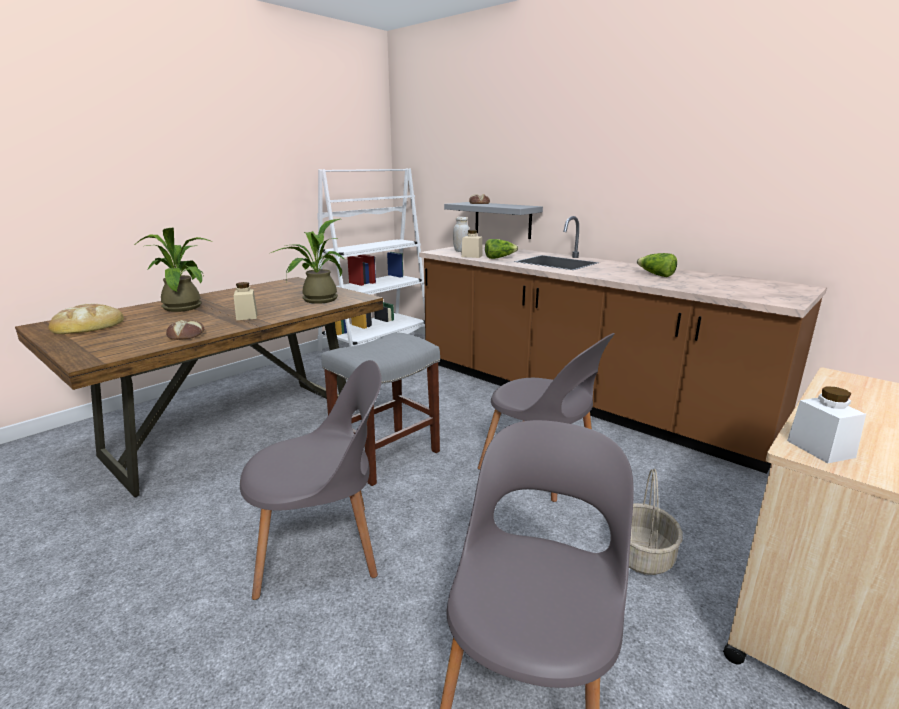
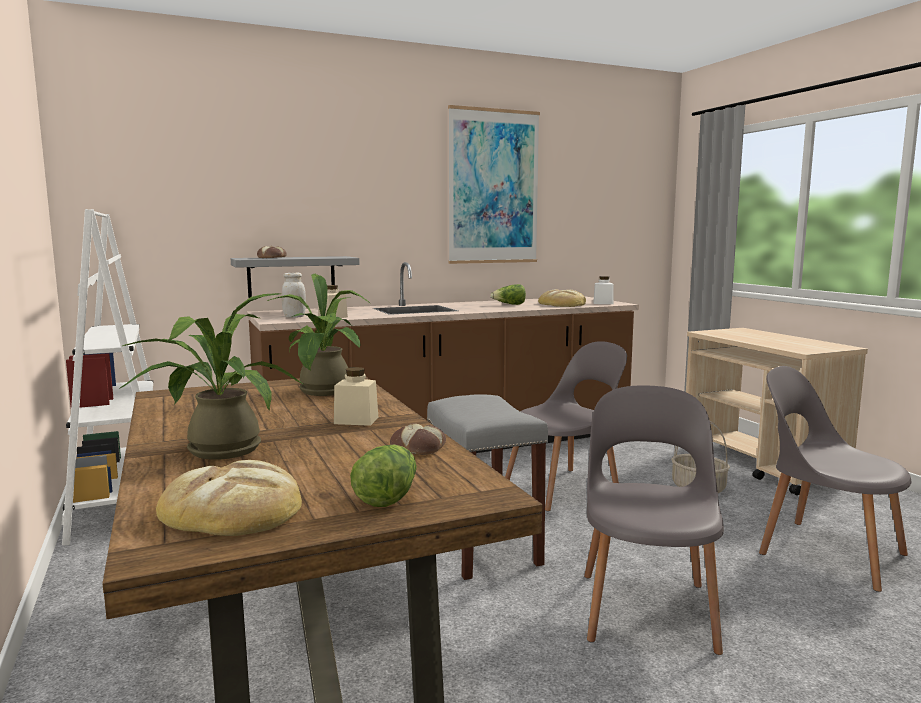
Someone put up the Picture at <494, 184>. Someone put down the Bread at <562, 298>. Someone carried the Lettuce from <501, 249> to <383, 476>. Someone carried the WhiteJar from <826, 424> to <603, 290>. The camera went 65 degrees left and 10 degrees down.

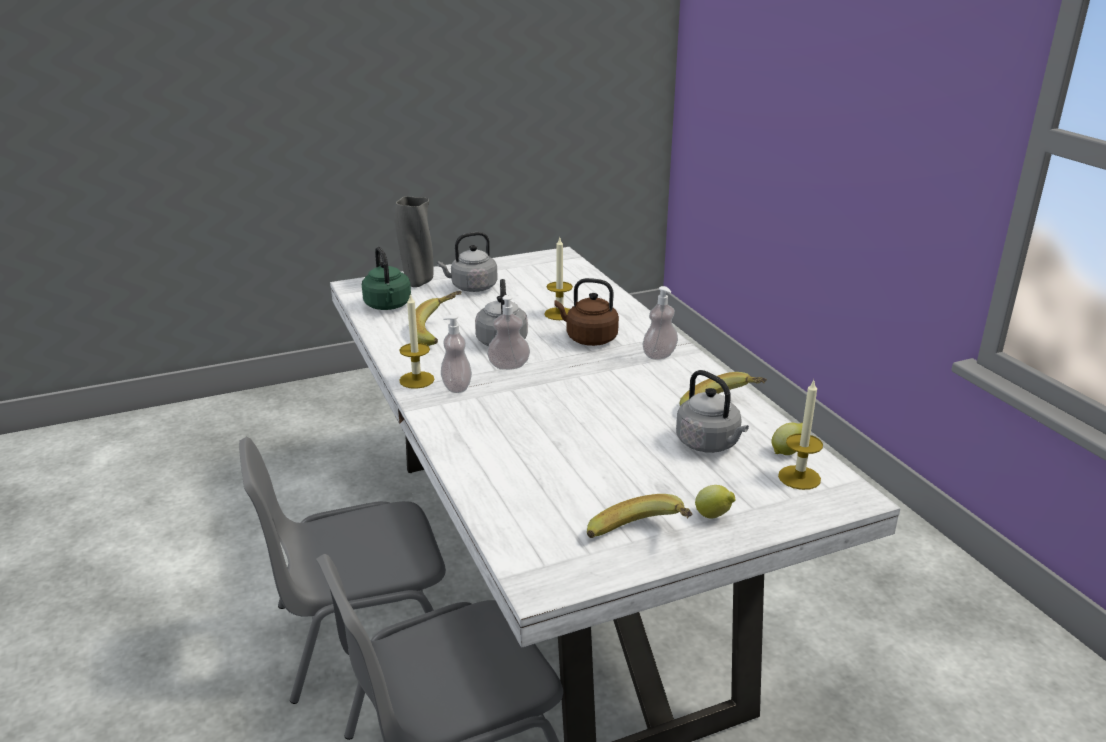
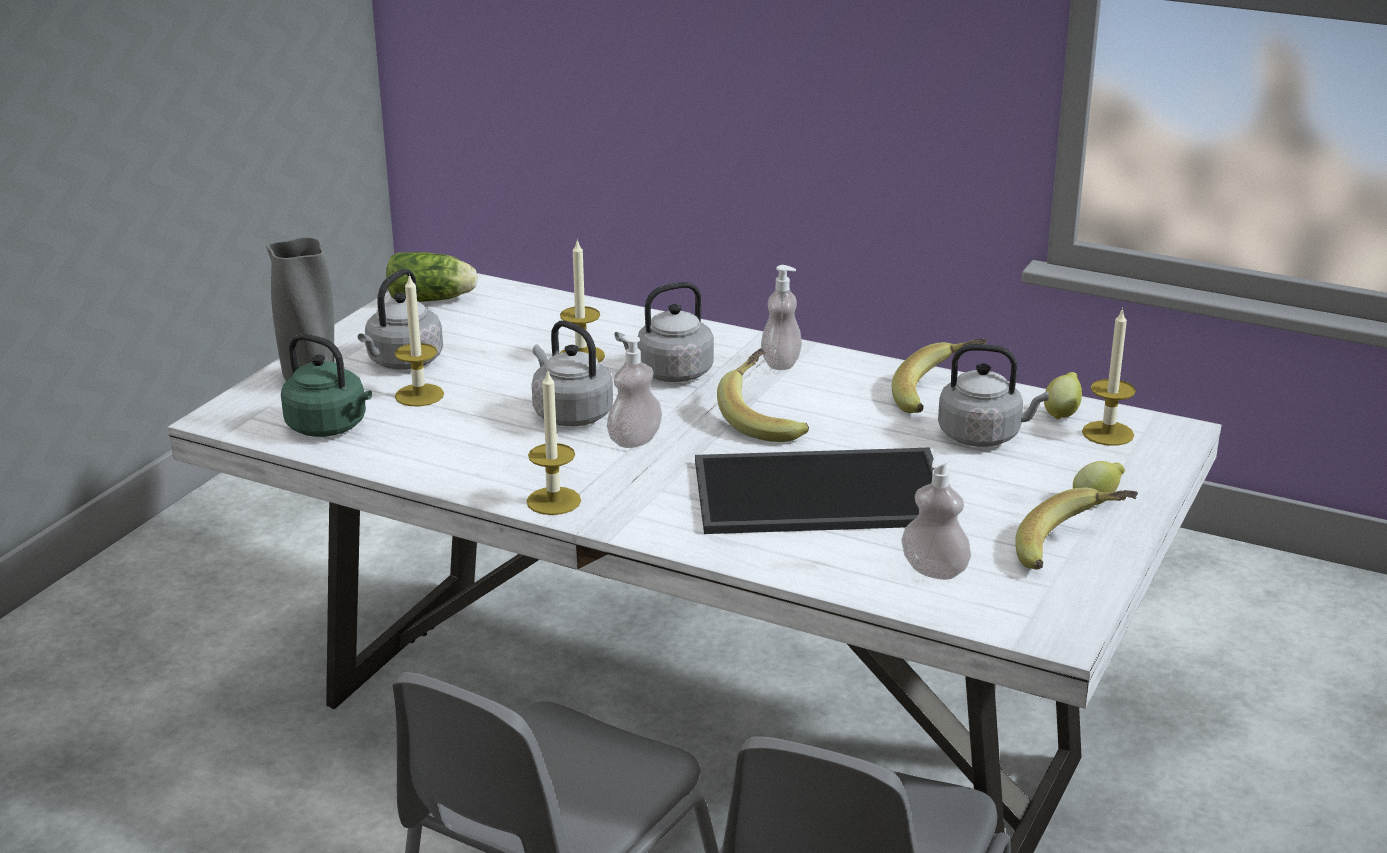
Someone put down the Lettuce at <432, 277>. Someone put down the Candle at <419, 340>. Someone put down the Tray at <815, 491>. Someone carried the Banana from <438, 318> to <763, 395>. Someone carried the SoapDispenser from <456, 353> to <936, 517>. Someone repainted the BrownKettle at <587, 312>, which became the GreyKettle at <664, 332>. The camera went 40 degrees left and 0 degrees up.

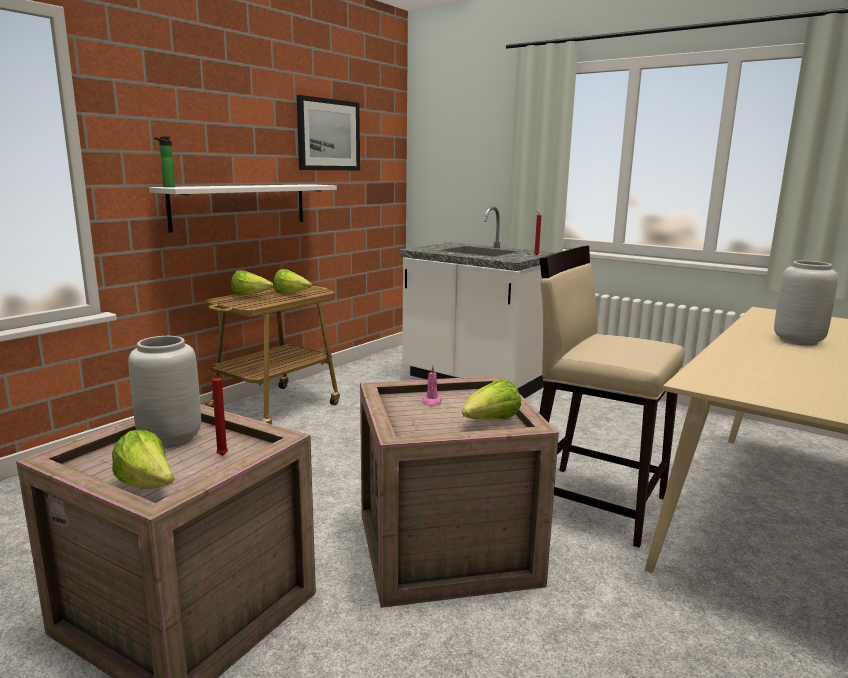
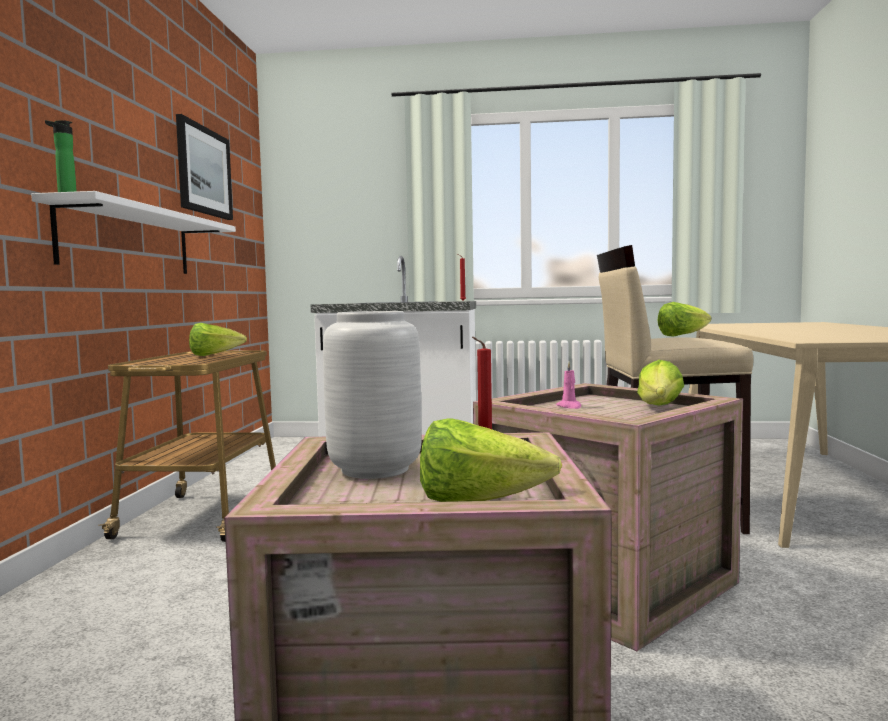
Someone took away the GreyVase at <806, 303>. Someone carried the Lettuce from <252, 283> to <684, 319>. The camera went 30 degrees left and 10 degrees down.

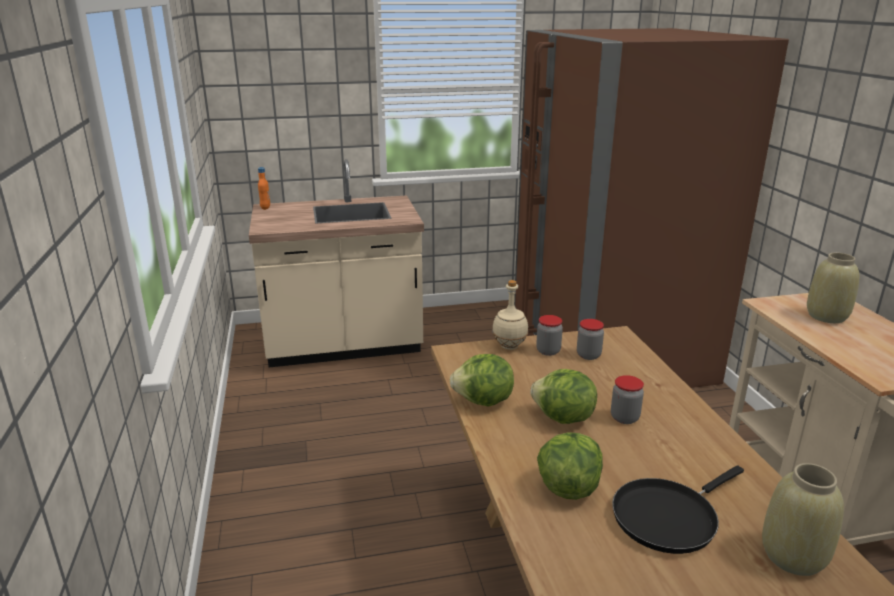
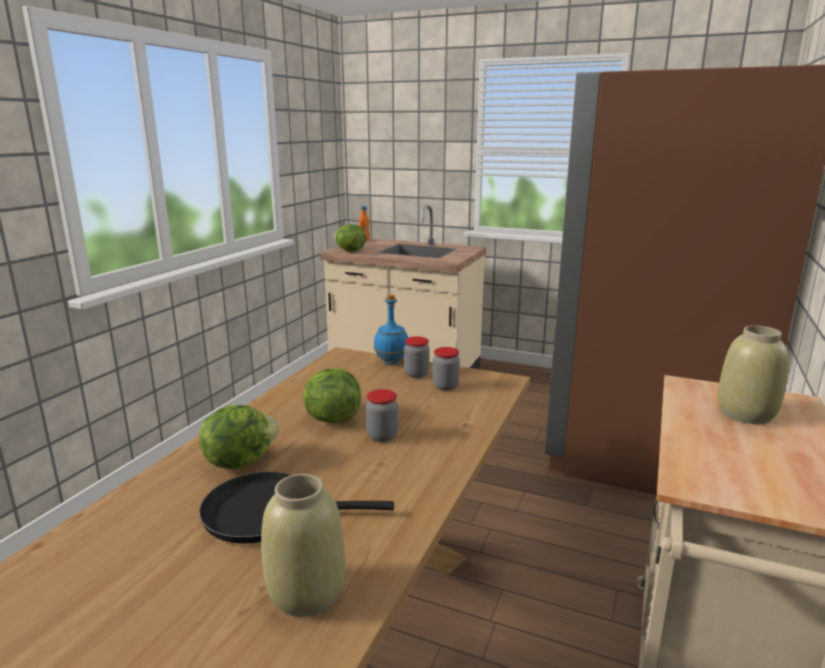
Someone carried the Lettuce from <481, 380> to <350, 237>. Someone repainted the BeigeBottle at <510, 315>, which became the BlueBottle at <391, 329>. The camera went 35 degrees right and 5 degrees down.

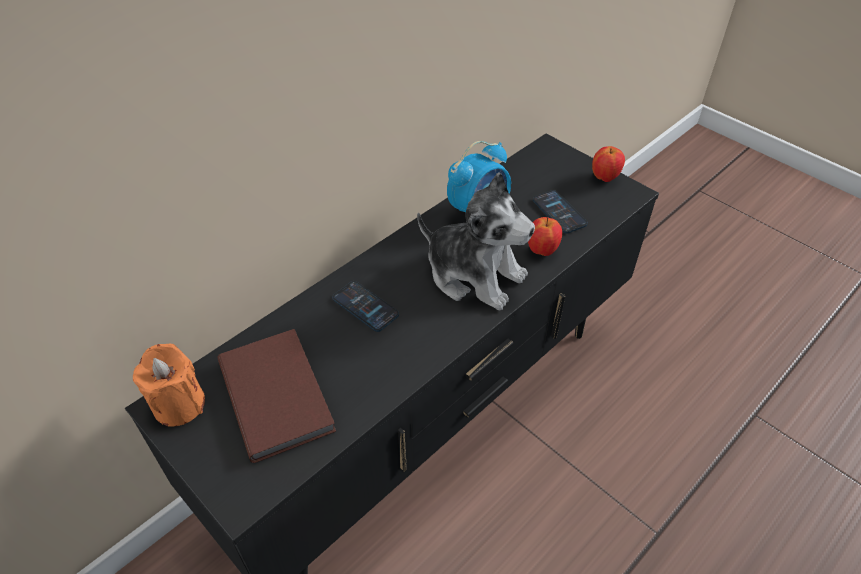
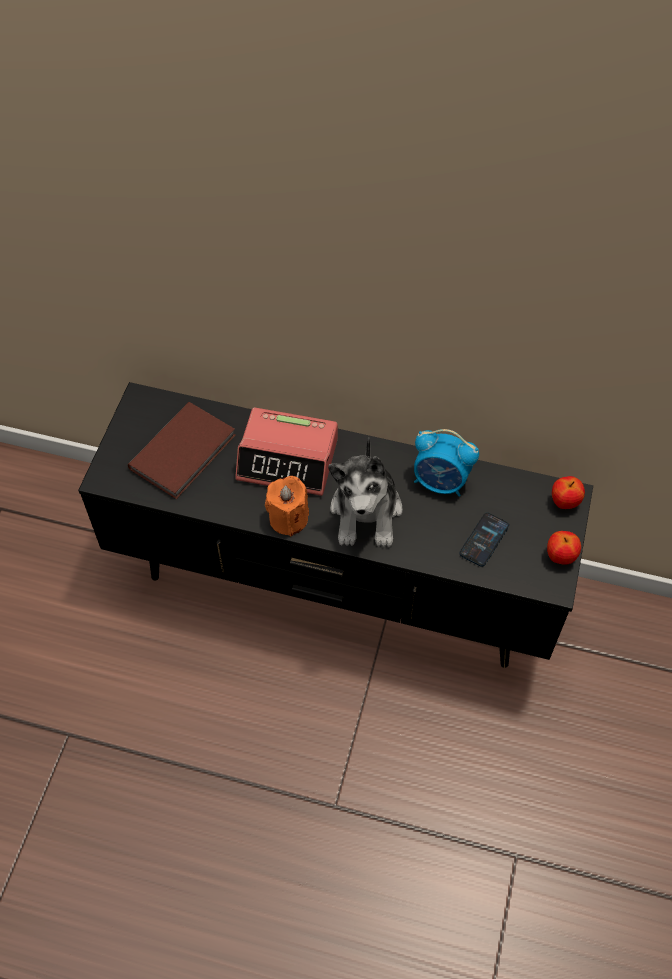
Someone carried the OrangeCandle from <169, 385> to <287, 506>. Someone carried the Apple from <545, 236> to <568, 492>. Someone swapped the Phone at <365, 306> for the AlarmClock at <286, 451>. The camera went 60 degrees right and 10 degrees up.

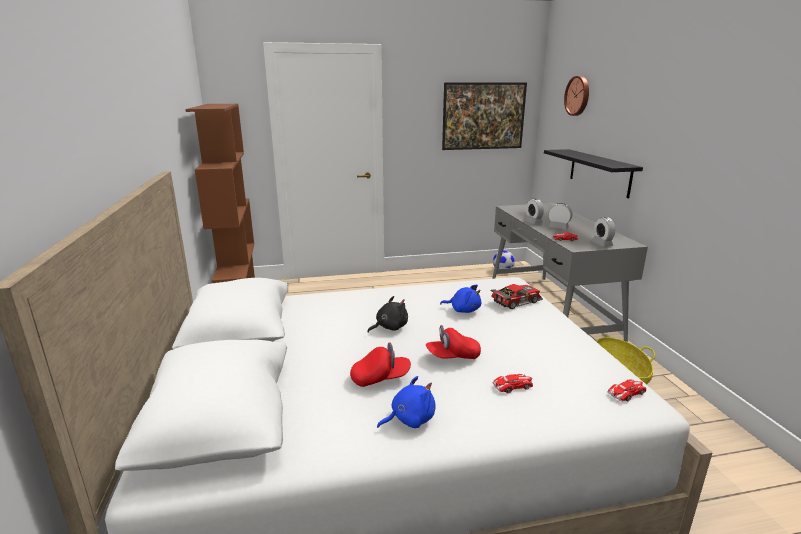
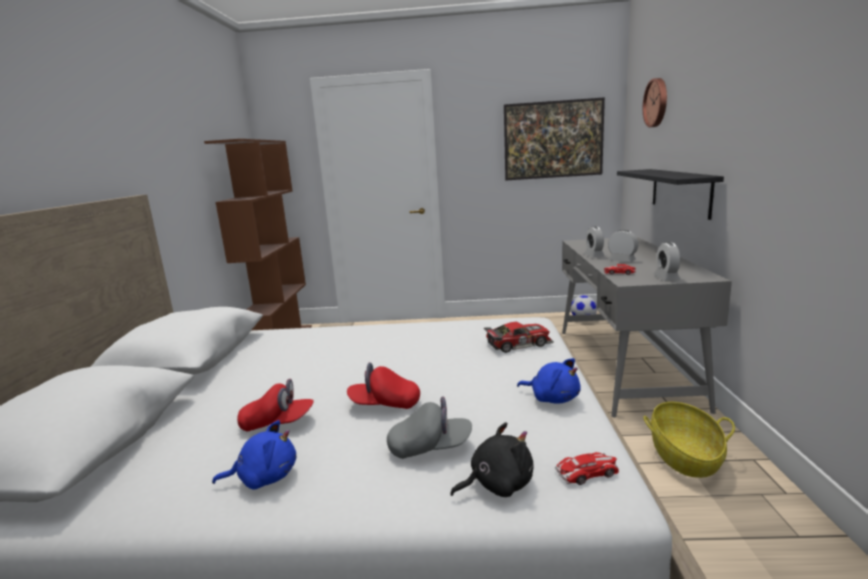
Someone carried the BlackPlushToy from <387, 314> to <492, 459>. Someone carried the BluePlushToy from <460, 298> to <549, 381>. Someone swapped the ToyCar at <512, 383> for the GreyCap at <429, 427>. The camera went 15 degrees right and 5 degrees down.

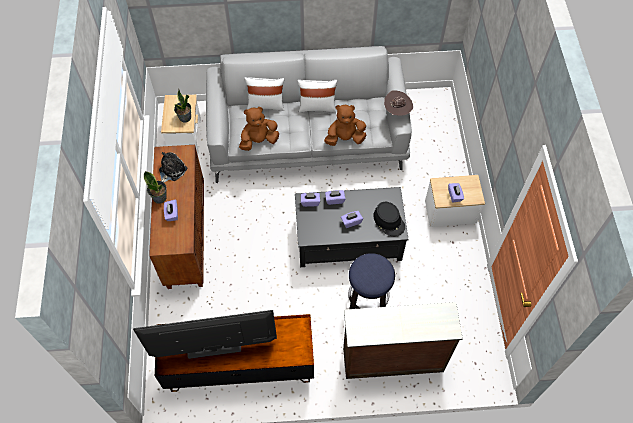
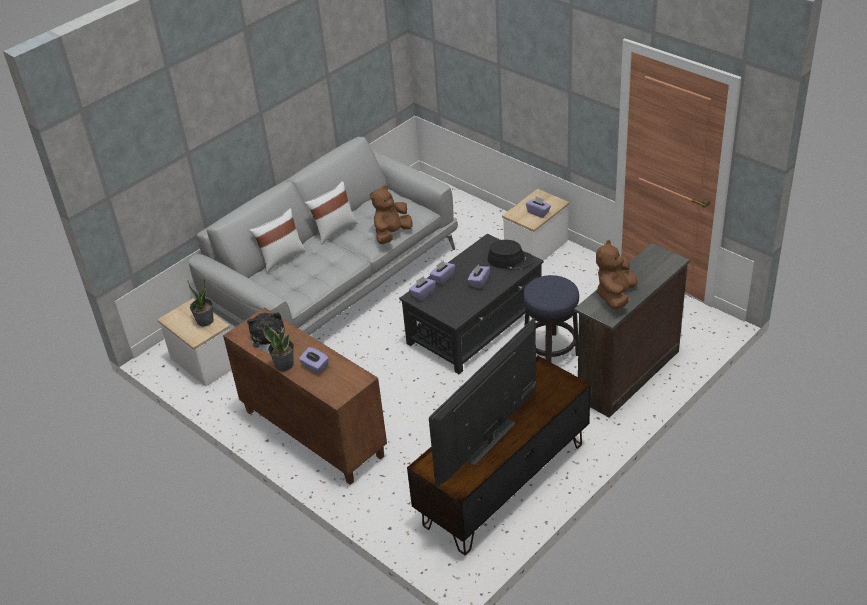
Someone took away the BrownHat at <398, 103>. Someone carried the BrownPlushToy from <259, 129> to <617, 275>. The camera went 40 degrees left and 20 degrees down.

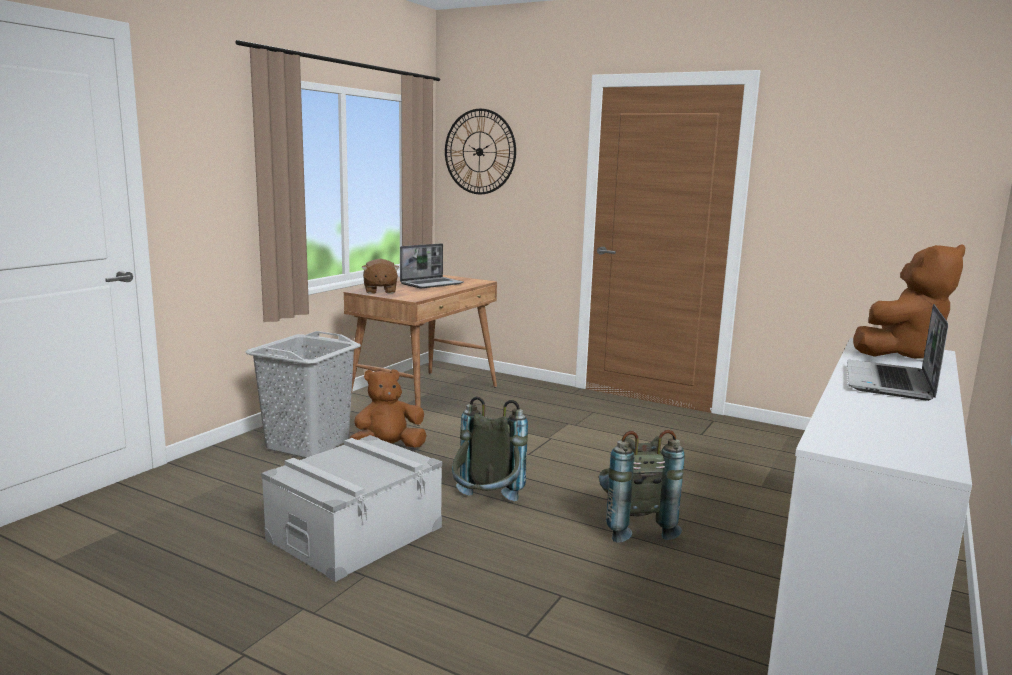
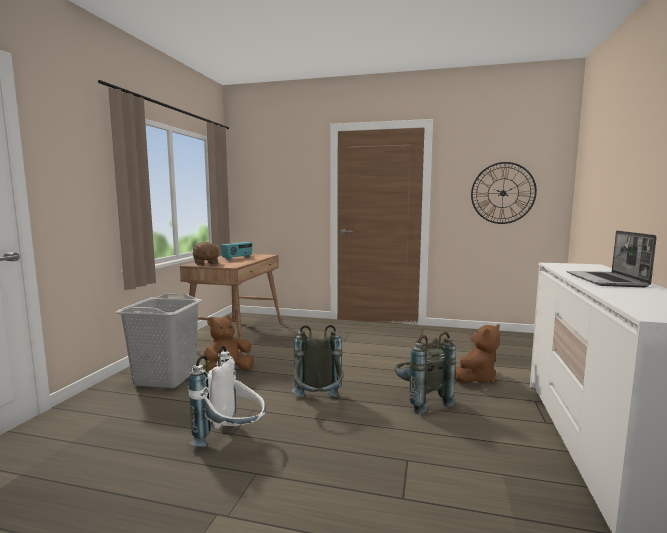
Someone carried the WallClock from <480, 151> to <504, 193>. Someone carried the BrownPlushToy from <909, 301> to <477, 354>. Someone swapped the GreyStorageBox at <351, 508> for the WhiteBackpack at <227, 396>. Someone swapped the Laptop at <432, 265> for the Radio at <237, 251>. The camera went 15 degrees left and 5 degrees down.

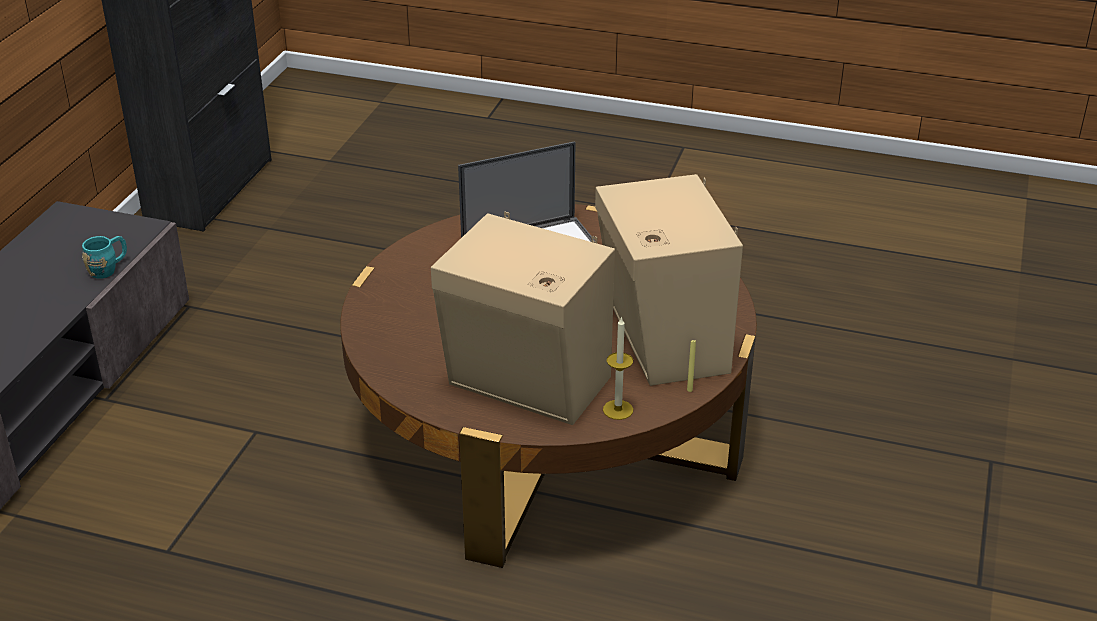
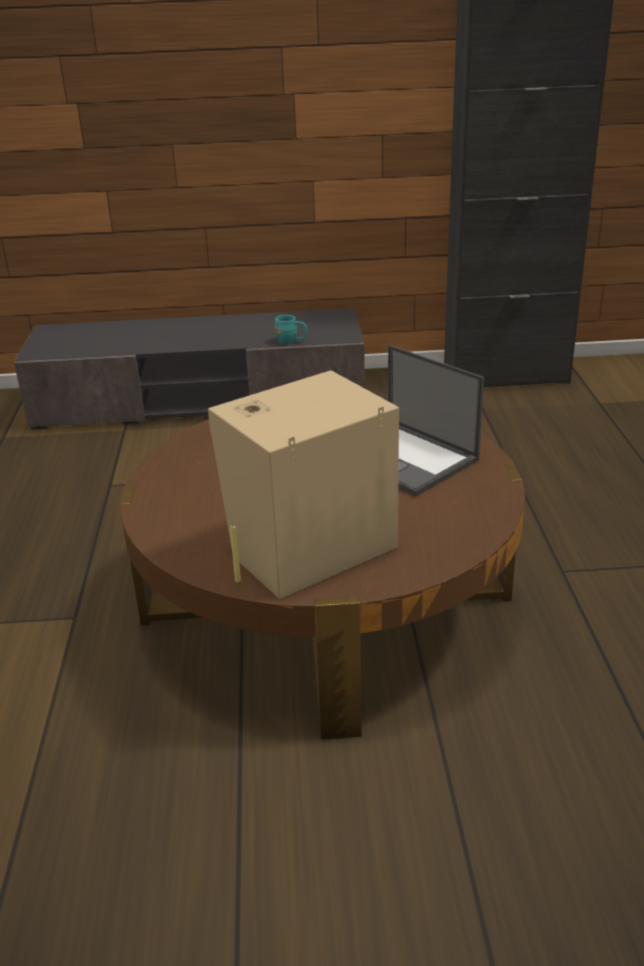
Someone took away the BeigeSpeaker at <523, 318>. Someone took away the Candle at <618, 368>. The camera went 70 degrees right and 5 degrees down.

